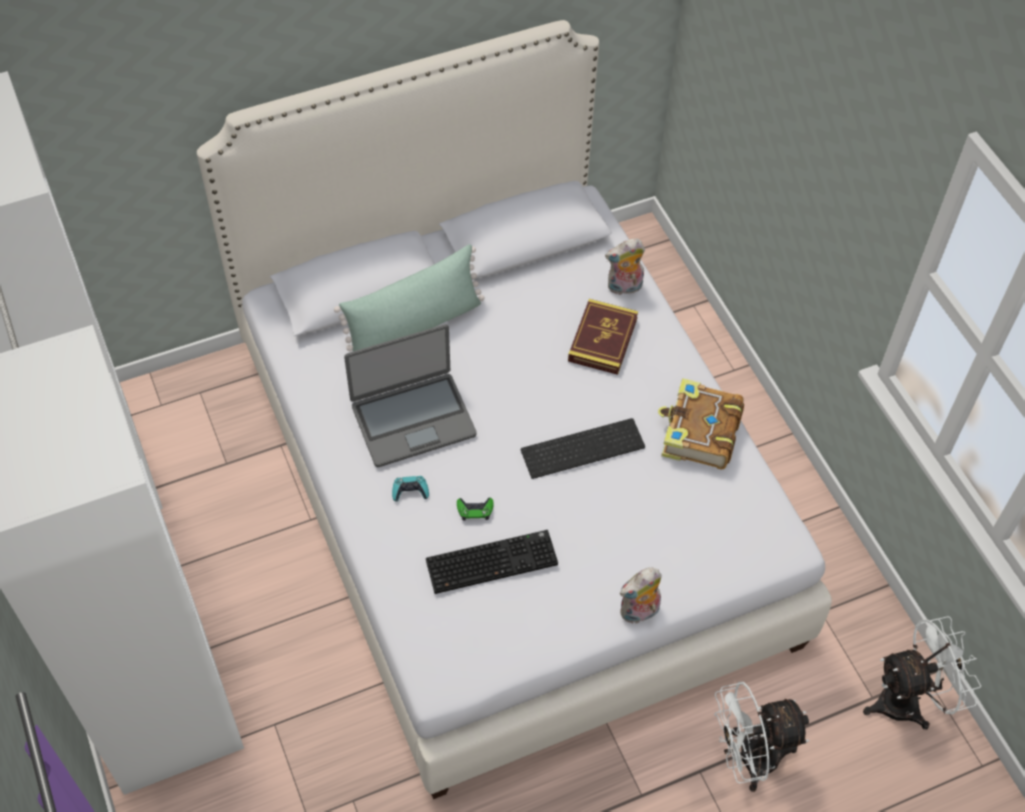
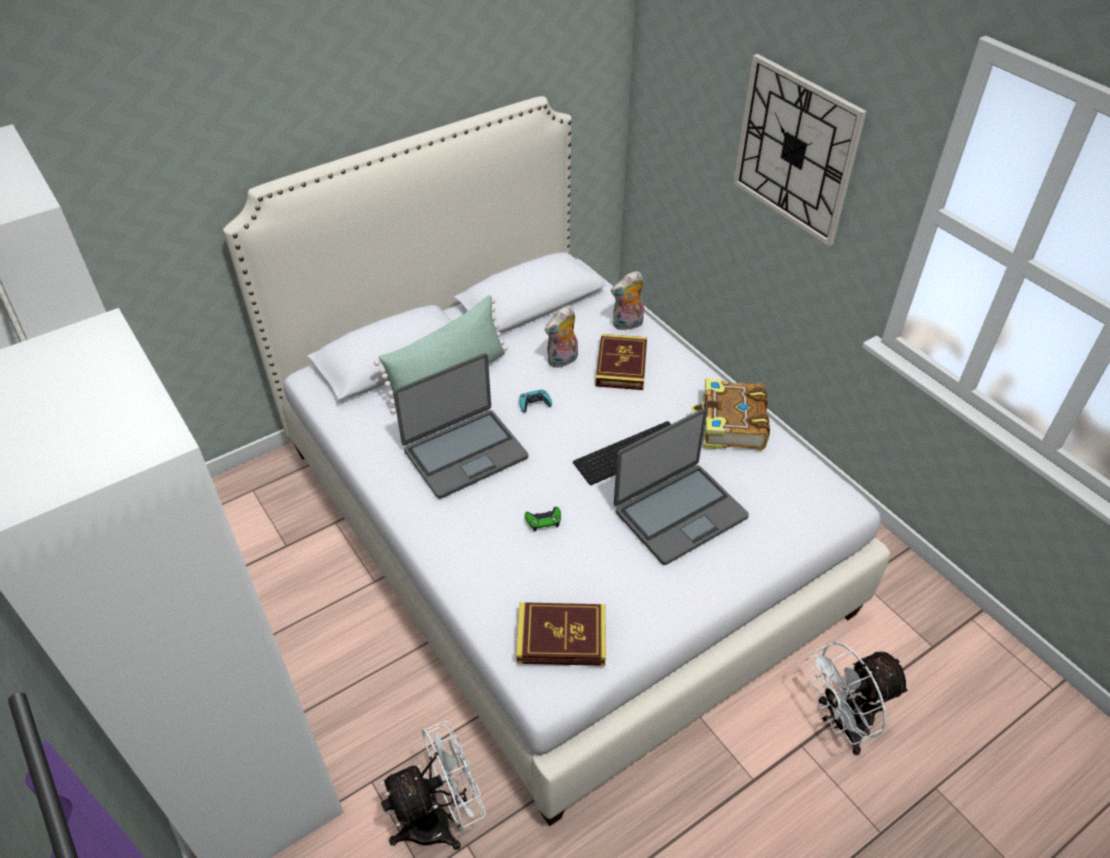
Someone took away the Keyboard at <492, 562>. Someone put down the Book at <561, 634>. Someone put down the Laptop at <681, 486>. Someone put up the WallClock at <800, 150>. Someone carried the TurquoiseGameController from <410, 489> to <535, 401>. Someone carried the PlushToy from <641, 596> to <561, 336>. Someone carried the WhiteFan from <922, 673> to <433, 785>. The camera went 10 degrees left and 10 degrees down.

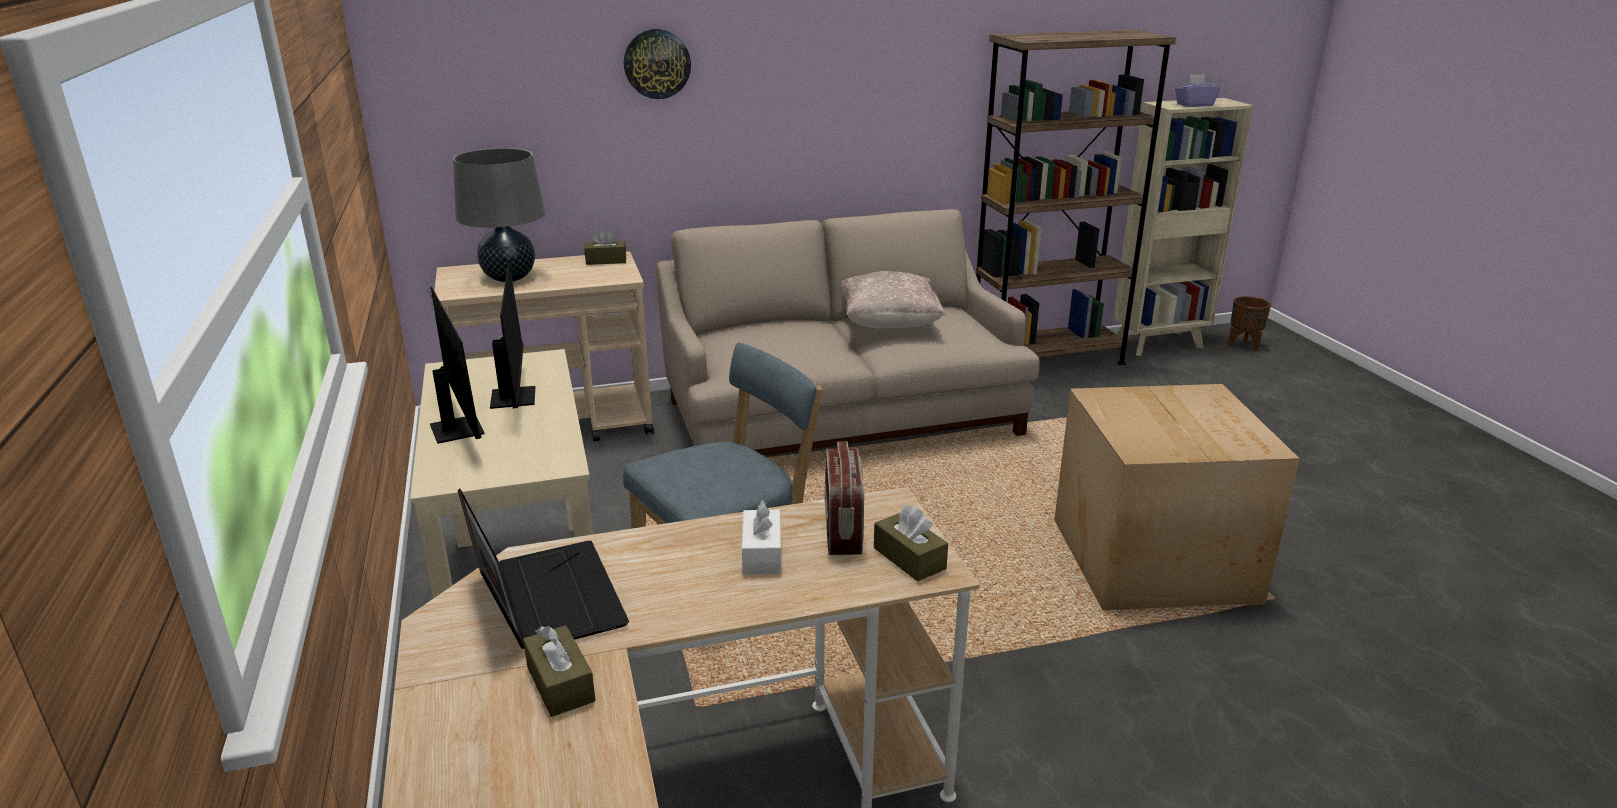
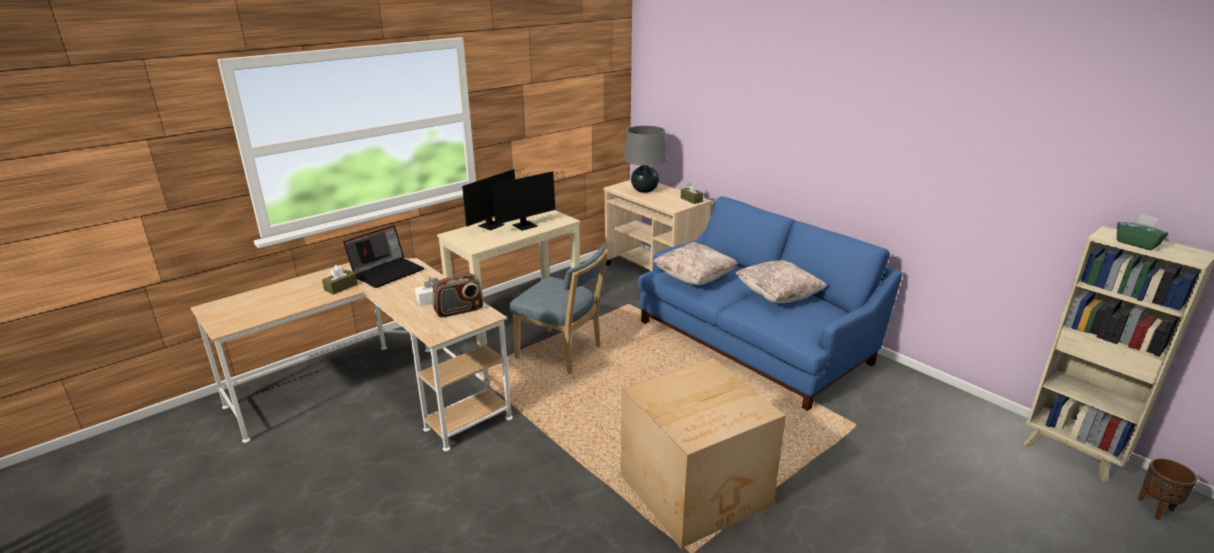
Someone took away the WallClock at <657, 64>. Someone took away the BrownTissueBox at <911, 543>. Someone took away the BrownBookcase at <1076, 197>. Someone put down the BeigePillow at <695, 263>. Someone repainted the BeigeSofa at <848, 332>, which became the BlueSofa at <770, 304>. Someone repainted the PurpleTissueBox at <1198, 90>, which became the GreenTissueBox at <1142, 231>. The camera went 65 degrees right and 0 degrees up.

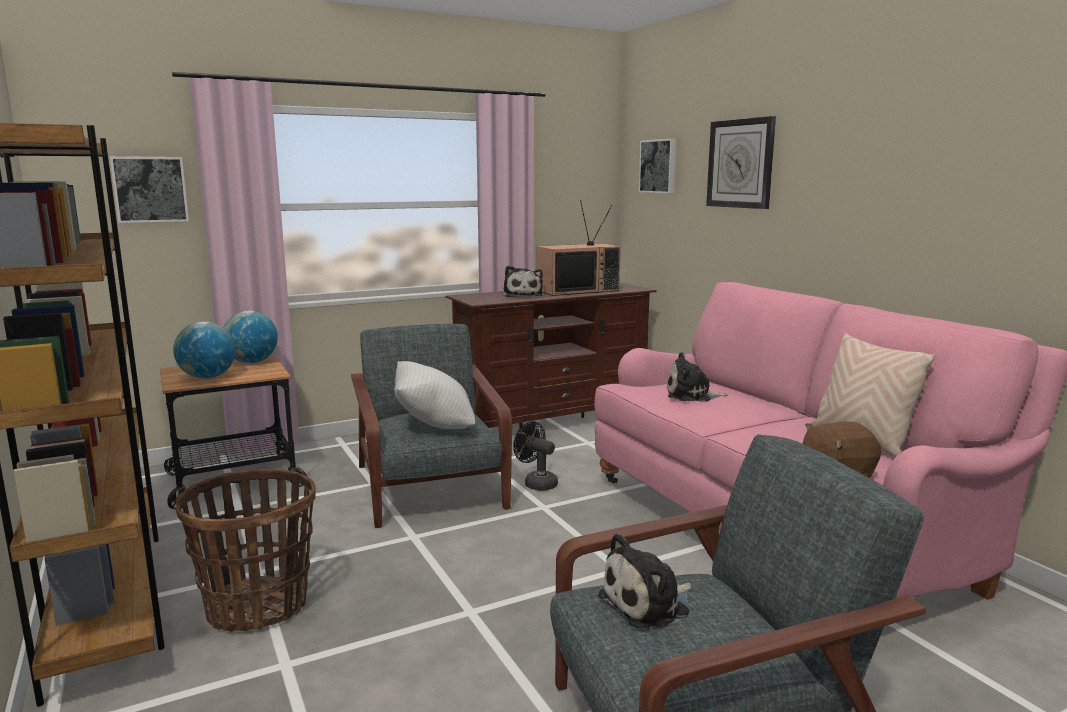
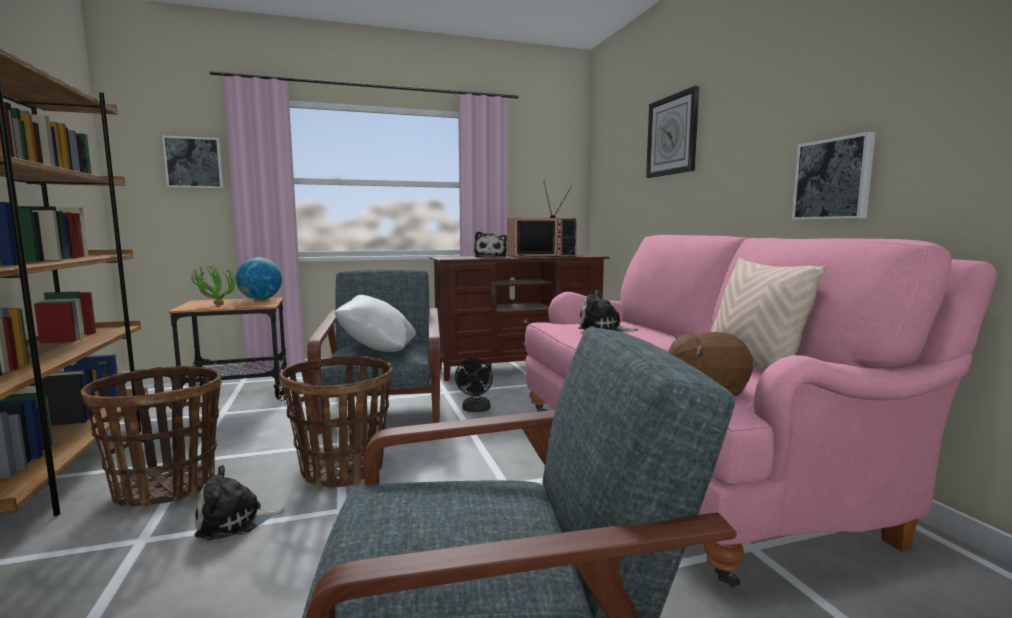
Someone put down the Basket at <336, 422>. Someone carried the PlushToy from <645, 581> to <240, 502>. Someone carried the Picture from <657, 165> to <833, 176>. Someone swapped the Globe at <204, 350> for the PottedPlant at <212, 283>. Someone rotated the BlackFan at <535, 456> by 135 degrees counterclockwise. The camera went 10 degrees right and 5 degrees down.

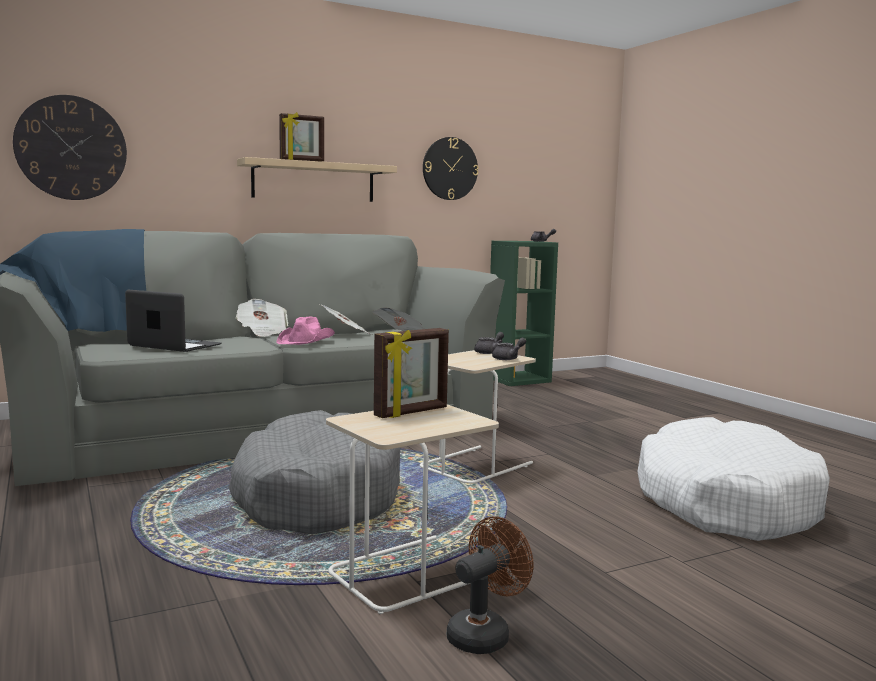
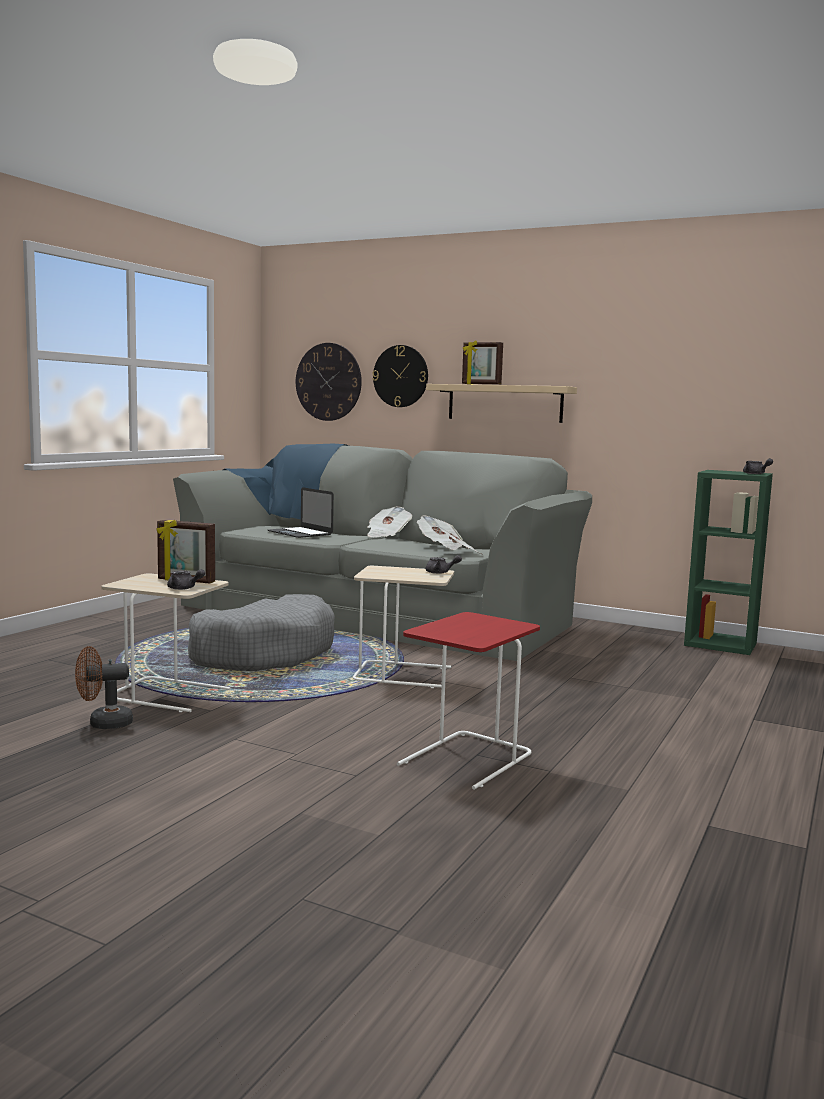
Someone took away the PinkHat at <305, 331>. Someone carried the WallClock from <451, 168> to <400, 376>. Someone carried the GreyTeapot from <509, 349> to <186, 579>. Someone swapped the WhiteDogBed at <734, 479> for the RedSideTable at <468, 701>. Someone rotated the Laptop at <173, 321> by 150 degrees clockwise. Someone rotated the BrownFan at <490, 585> by 150 degrees clockwise. The camera went 55 degrees right and 0 degrees up.

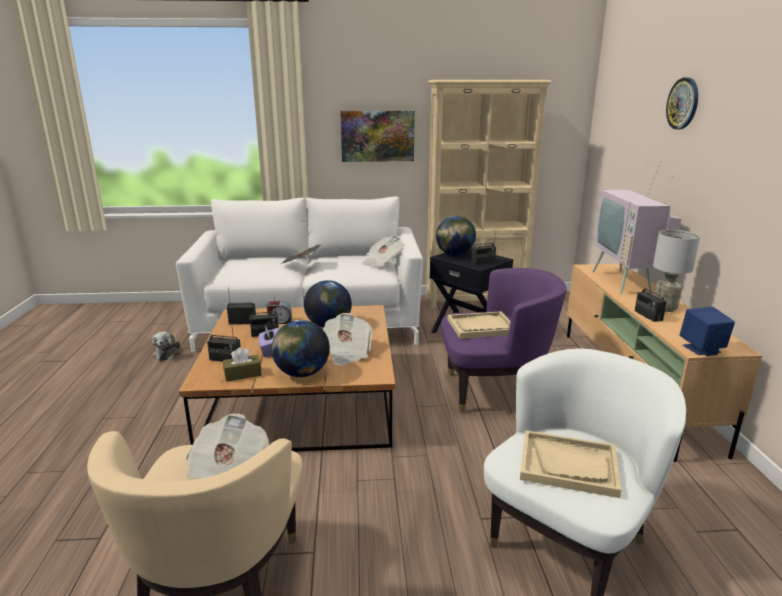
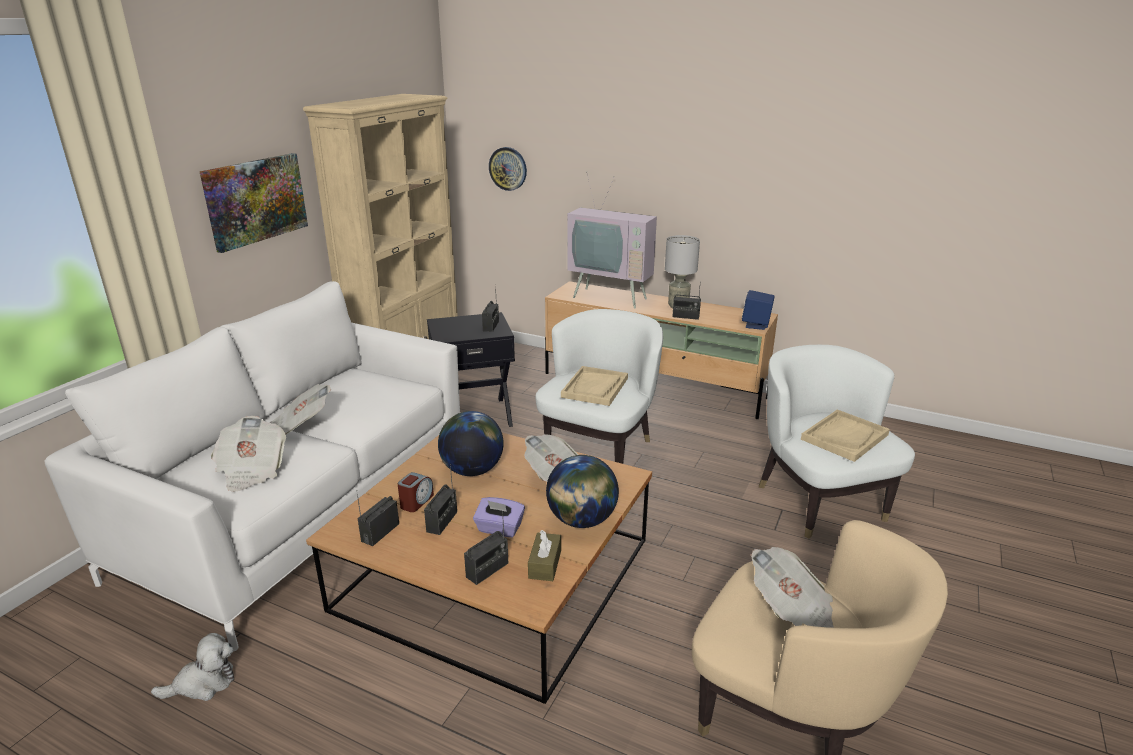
Someone took away the Globe at <456, 236>. Someone carried the Newspaper from <383, 251> to <248, 454>. Someone carried the WallClock from <682, 103> to <508, 169>. Someone repainted the PurpleArmchair at <503, 340>, which became the WhiteArmchair at <599, 386>. Someone rotated the PlushToy at <166, 346> by 45 degrees counterclockwise. The camera went 60 degrees left and 5 degrees up.

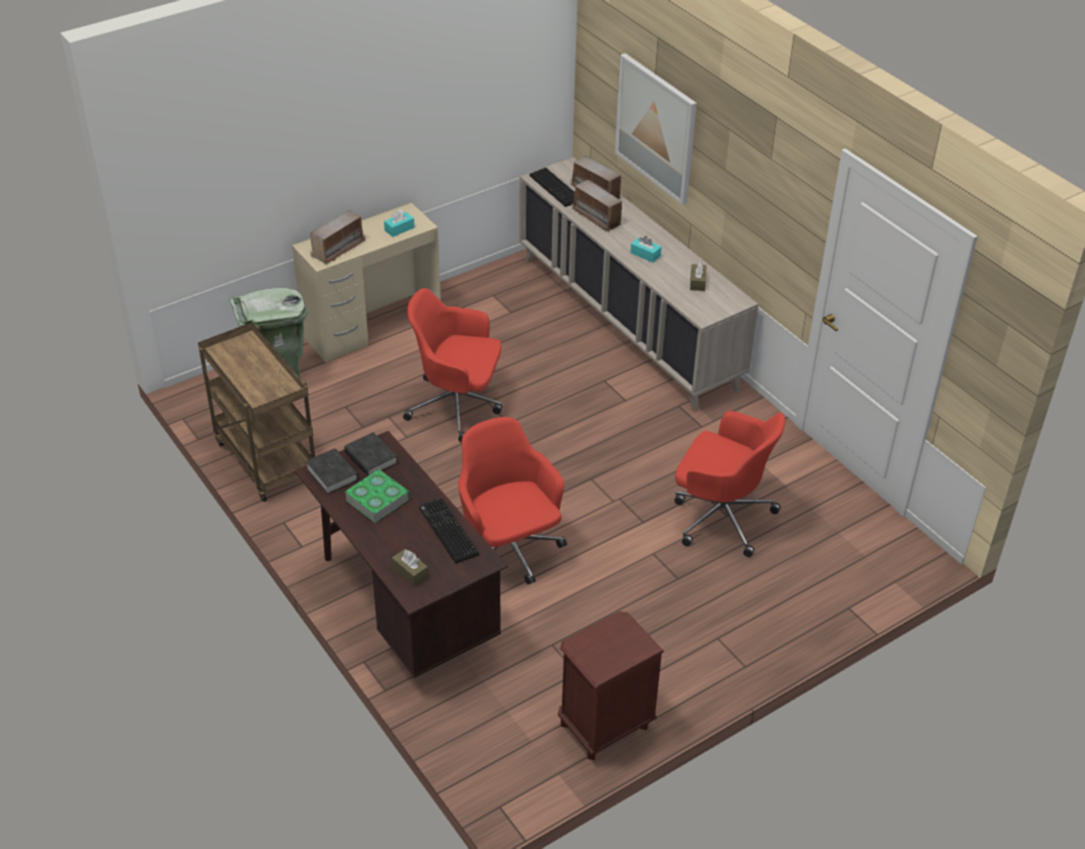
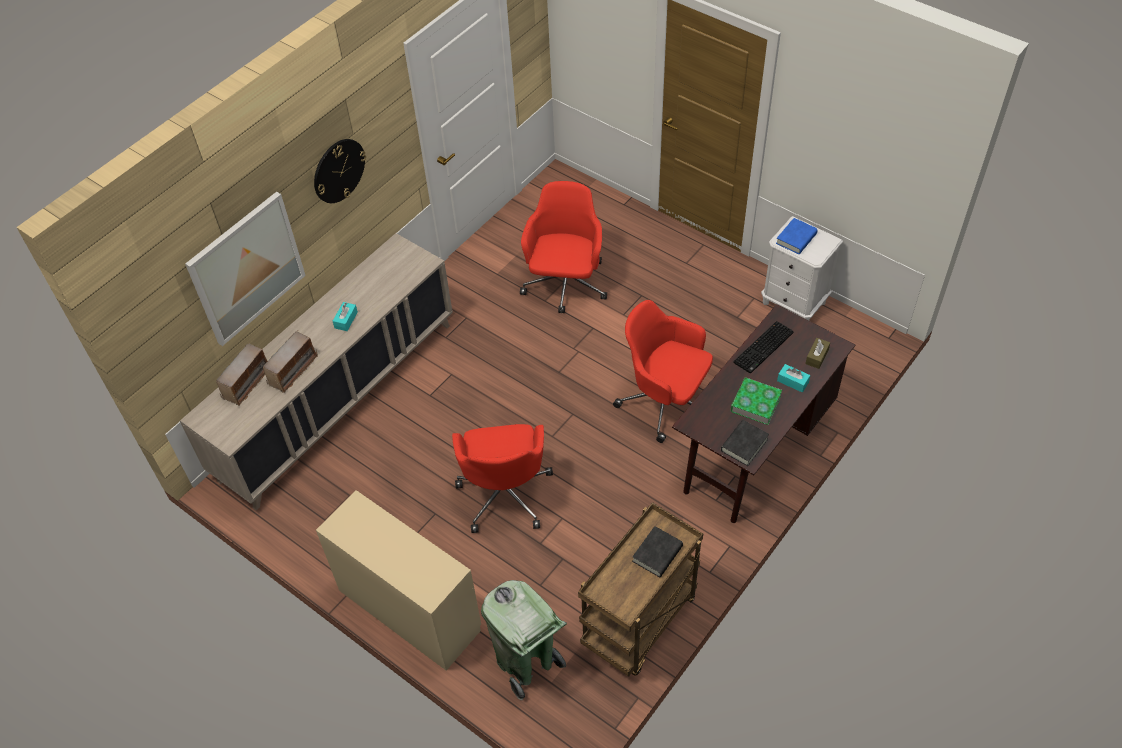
Someone took away the Radio at <337, 237>. Someone took away the Keyboard at <552, 187>. Someone took away the BrownTissueBox at <698, 276>. Someone put up the WallClock at <340, 171>. Someone put down the BlueBook at <797, 236>. Someone carried the BlackBook from <370, 454> to <657, 551>. Someone carried the TurquoiseTissueBox from <399, 223> to <793, 378>. Someone repainted the BrownNightstand at <611, 685>, which became the WhiteNightstand at <802, 268>. Someone rotated the RedOfficeChair at <512, 500> by 75 degrees clockwise. The camera went 105 degrees left and 10 degrees up.

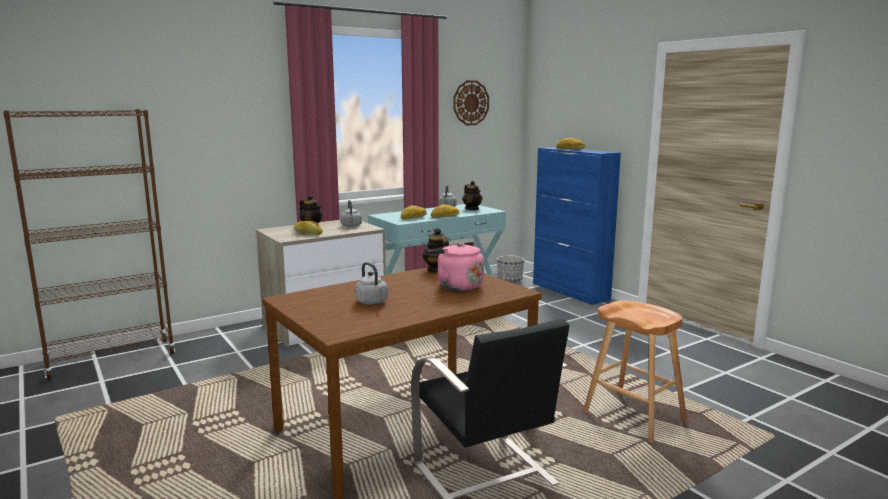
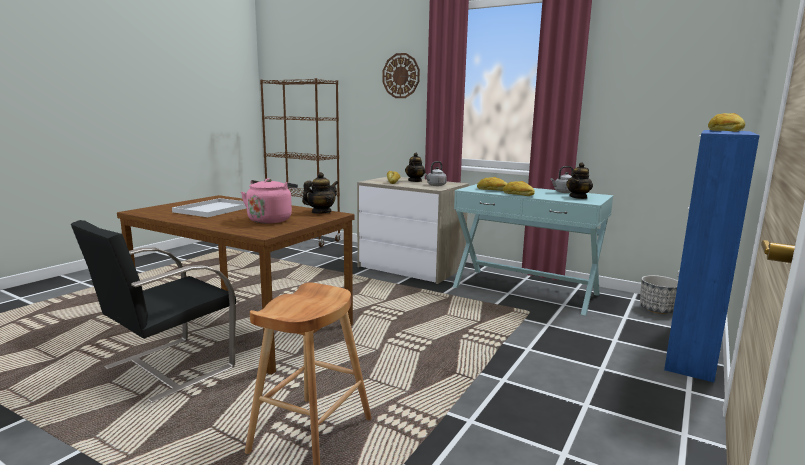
Someone carried the WallClock from <471, 102> to <401, 75>. Someone swapped the GreyKettle at <371, 283> for the WhiteTray at <209, 207>. The camera went 65 degrees right and 0 degrees up.

